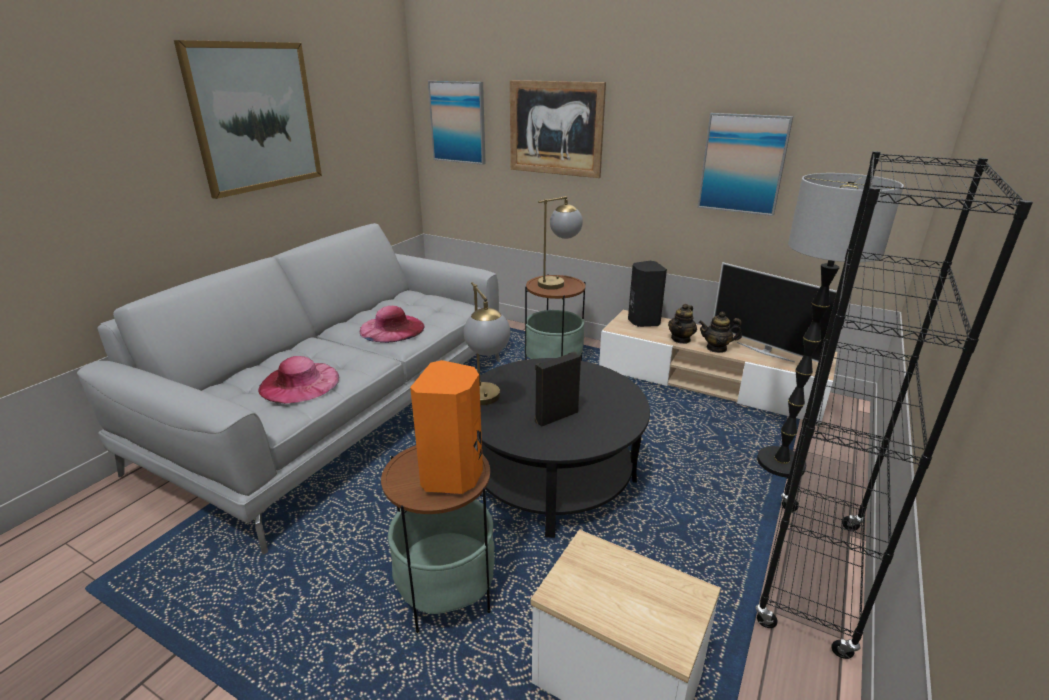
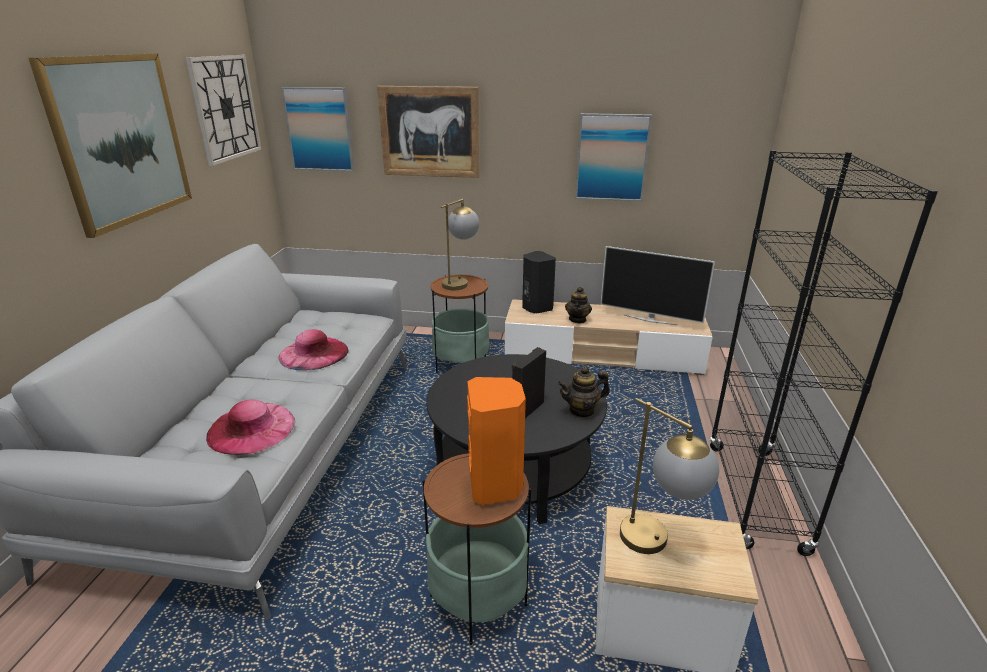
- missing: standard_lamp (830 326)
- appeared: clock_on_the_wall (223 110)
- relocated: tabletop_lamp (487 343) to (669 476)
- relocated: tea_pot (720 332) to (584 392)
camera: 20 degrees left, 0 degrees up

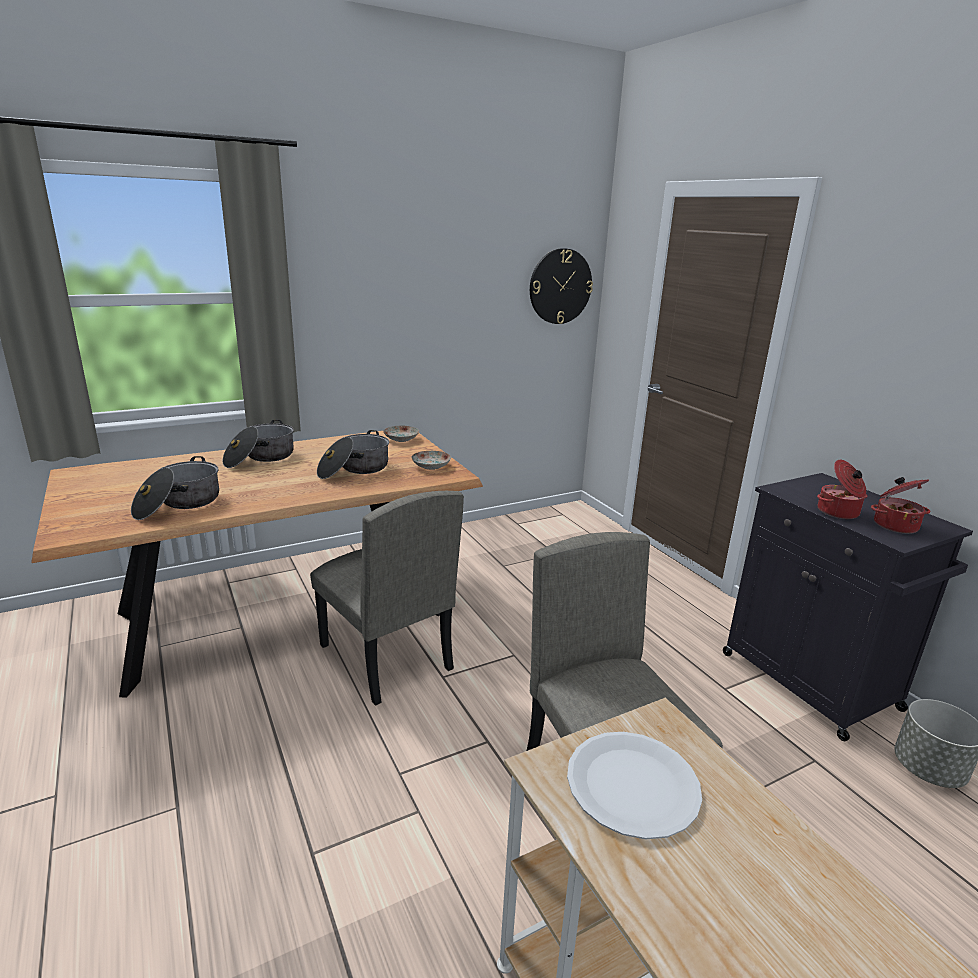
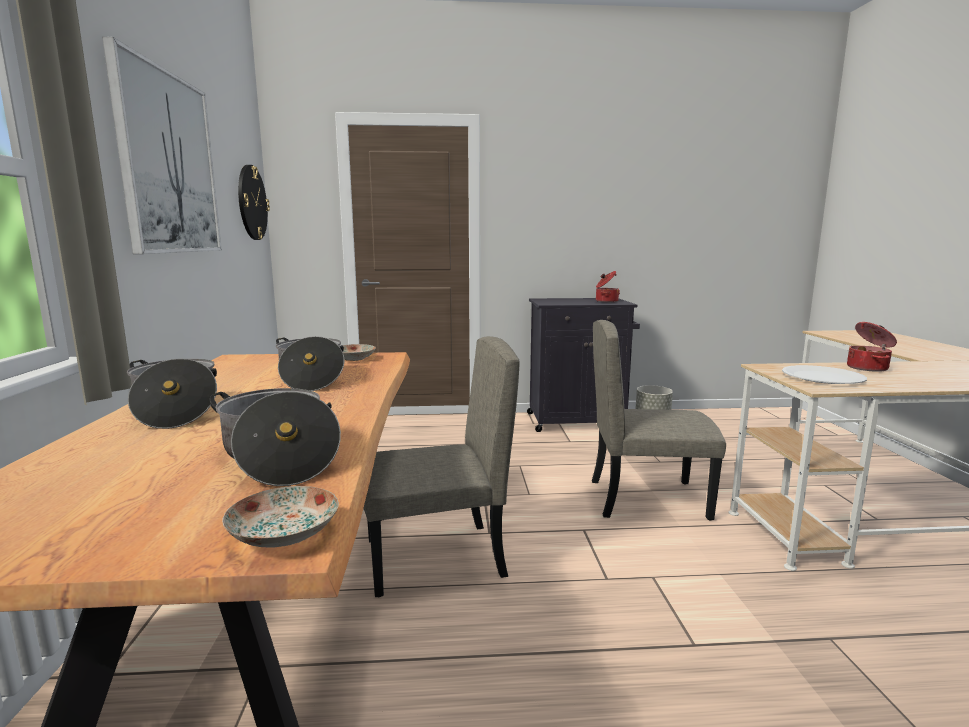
- appeared: wall_art (162 145)
- relocated: plate (401 434) to (280 517)
- relocated: saucepot (842 489) to (872 347)
camera: 65 degrees left, 10 degrees down

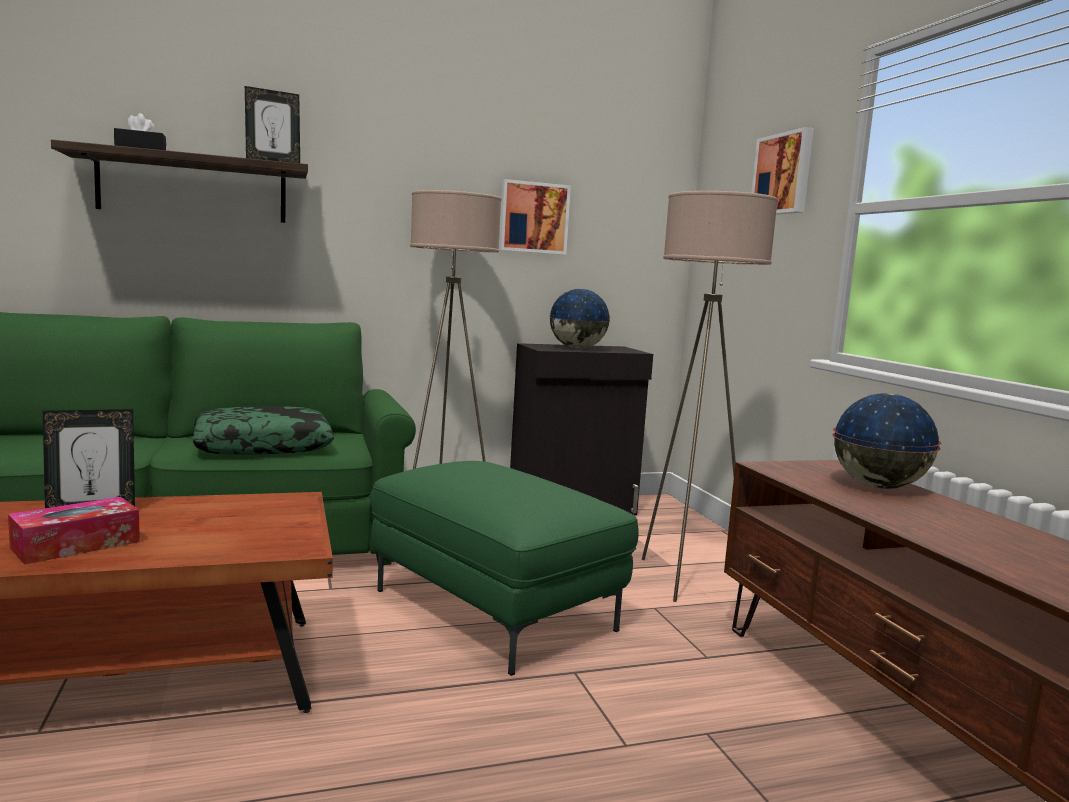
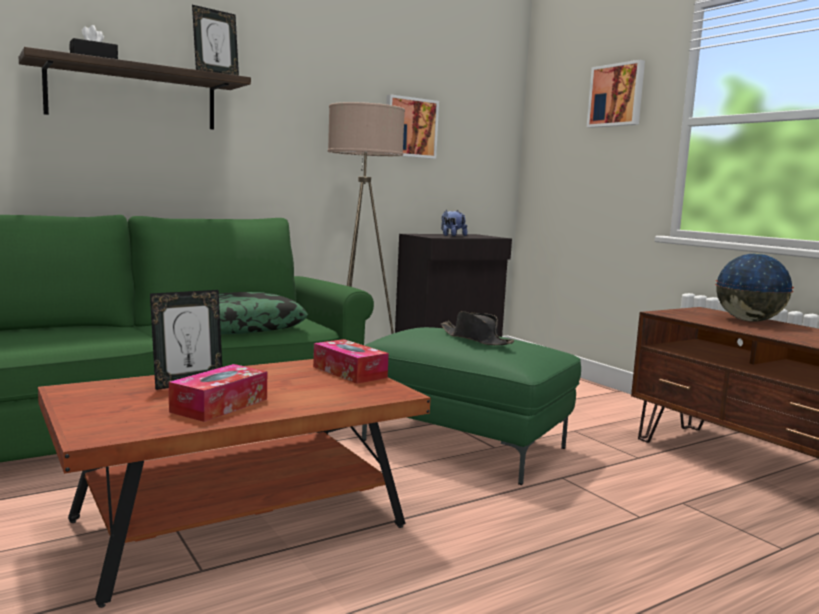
- missing: beige-coloured_standard_lamp (710 396)
- appeared: tissue_box (351 361)
- appeared: black-coloured_clothing_hat (477 328)
- exchanged: globe (580 319) to plush_toy (454 223)
camera: 15 degrees left, 0 degrees up

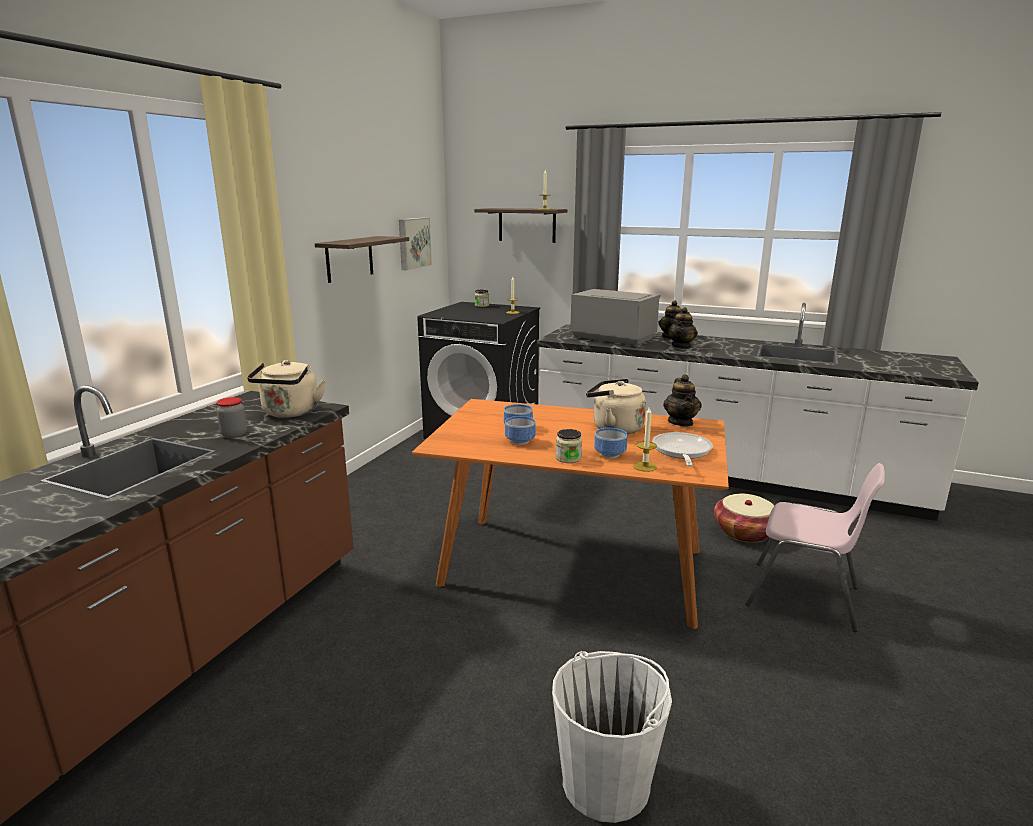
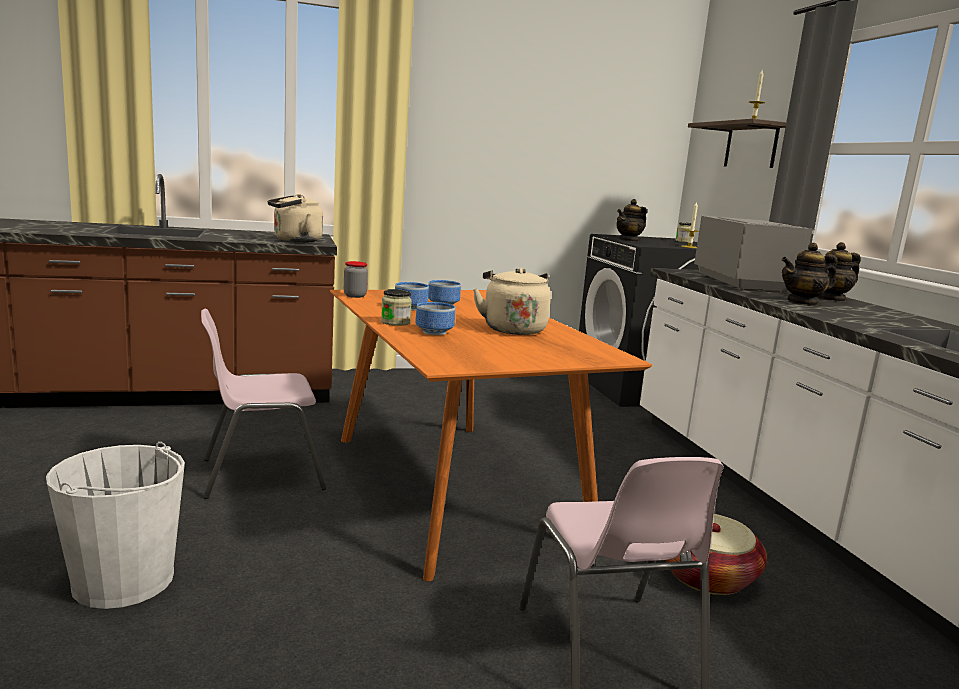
- missing: wall_shelf (362 259)
- missing: wall_art (415 244)
- missing: wax_candle (645 439)
- missing: frying_pan (682 449)
- appeared: pink_upright_chair (263 404)
- relocated: preserve_jar (231 417) to (356 279)
- relocated: tea_pot (682 400) to (631 220)
camera: 50 degrees right, 5 degrees down

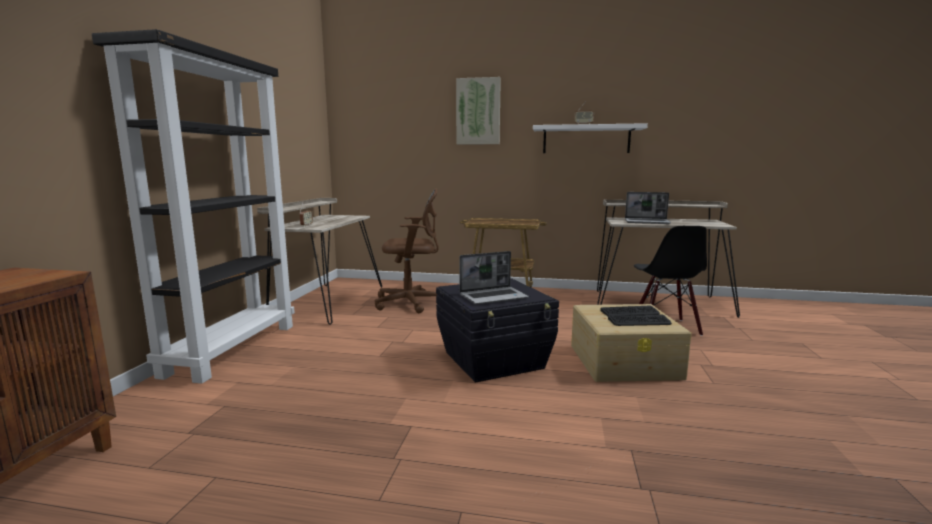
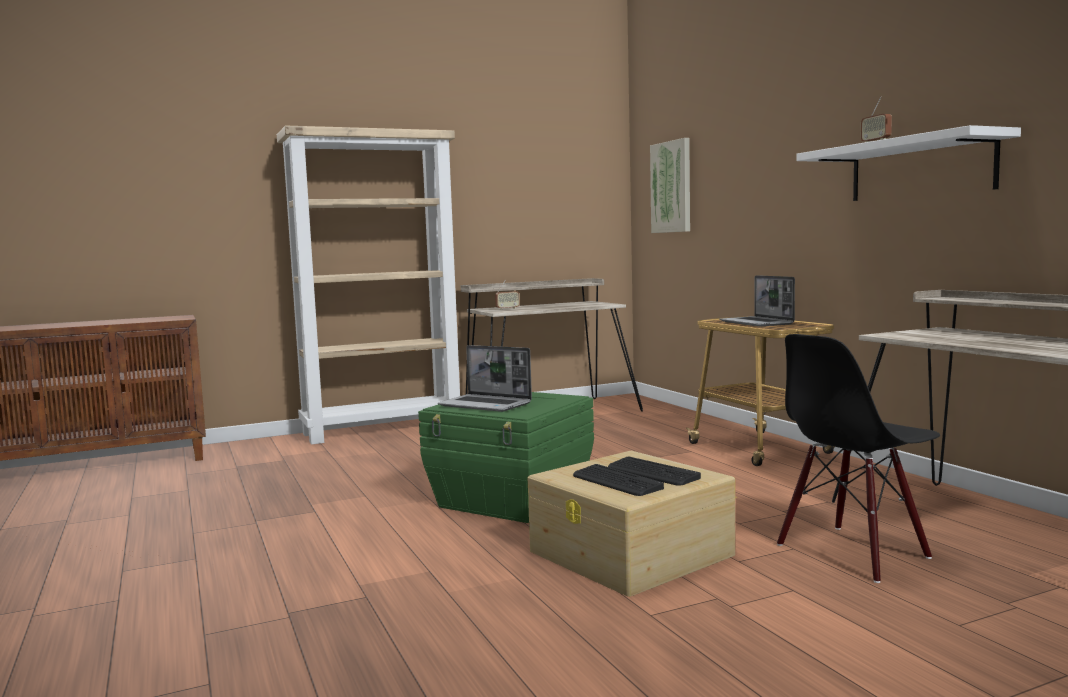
- missing: brown-coloured_office_chair (407 250)
- relocated: wall_art (478 111) to (670 185)
- relocated: portable_computer (648 208) to (757 300)
- colour: black-coloured_shelving_unit (193 206) to beige-coloured_shelving_unit (368 284)
- colour: black-coloured_storage_container (497 330) to green_storage_container (506 457)
camera: 55 degrees right, 5 degrees down

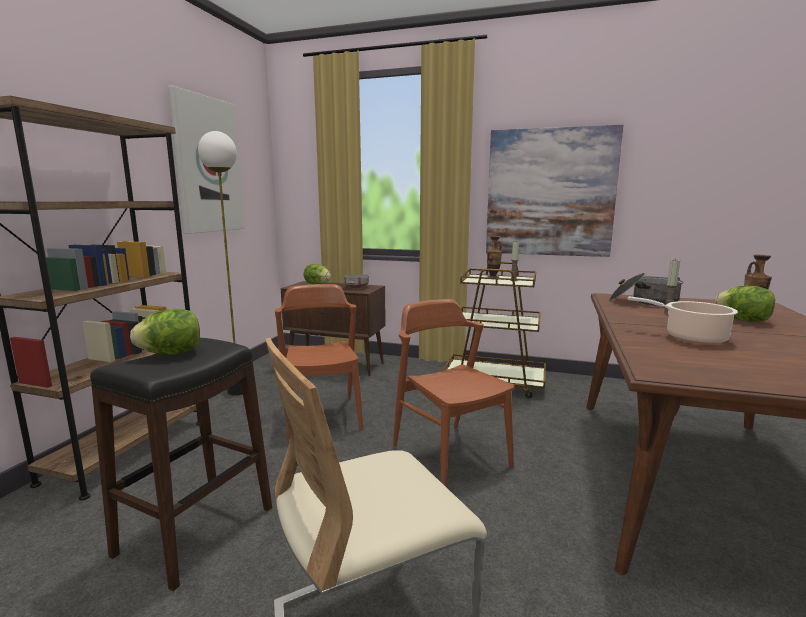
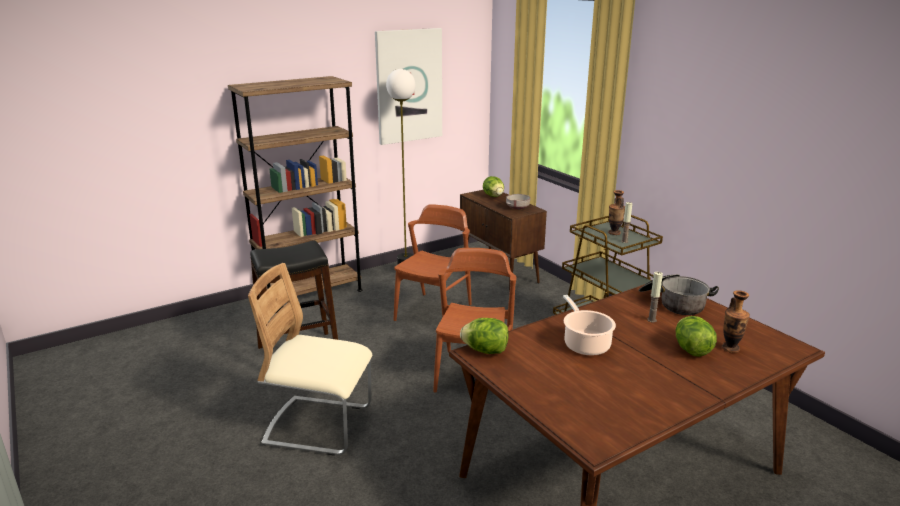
- missing: wall_art (554 190)
- relocated: lettuce_head (165 332) to (484 336)
camera: 40 degrees right, 10 degrees up

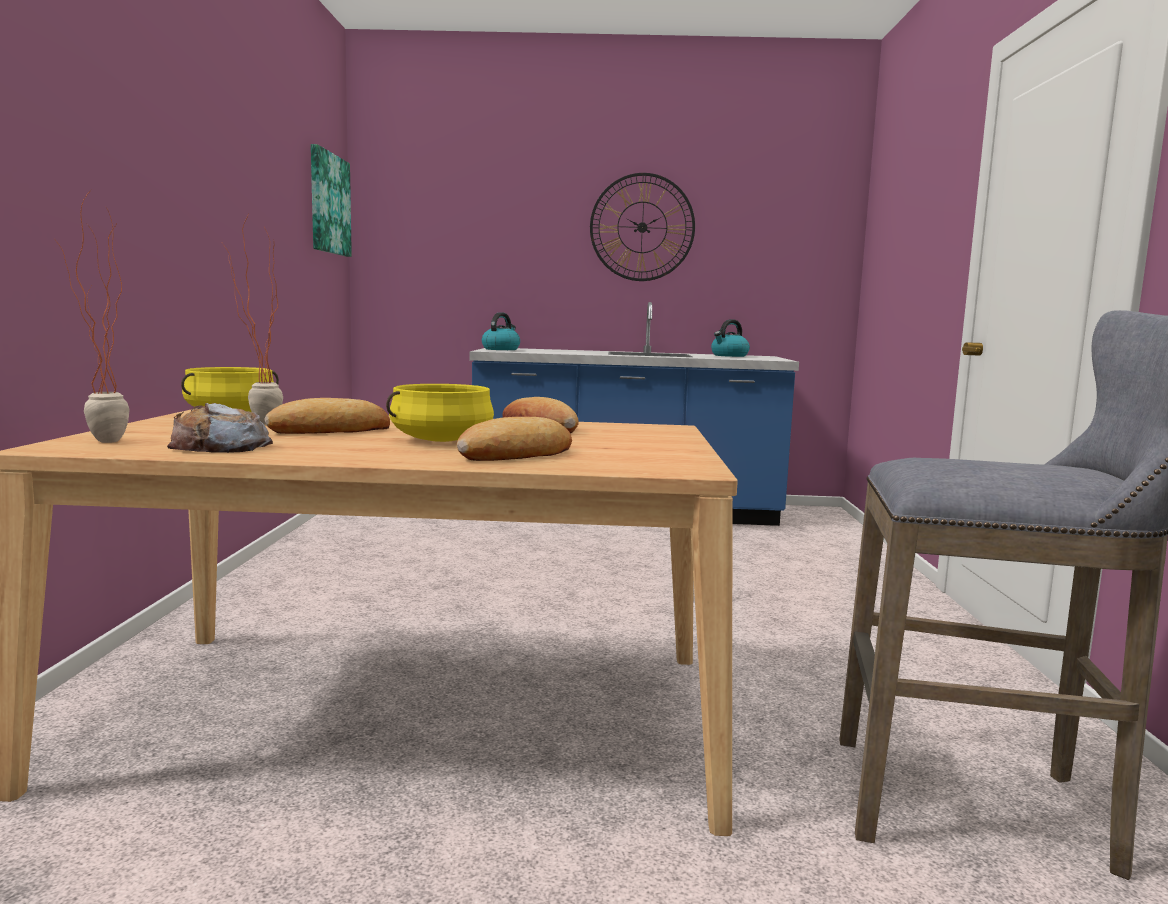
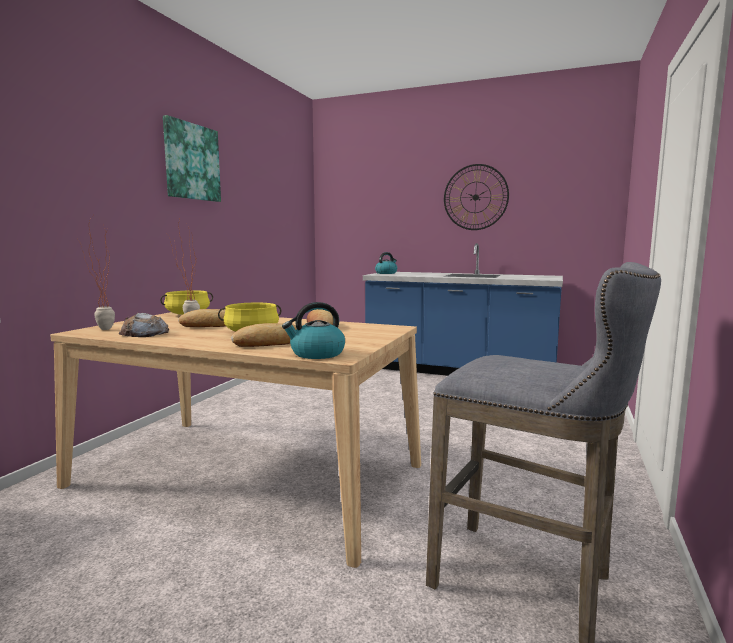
- relocated: wall_art (331 200) to (192 158)
- relocated: kettle (730 338) to (313 330)
camera: 20 degrees right, 0 degrees up

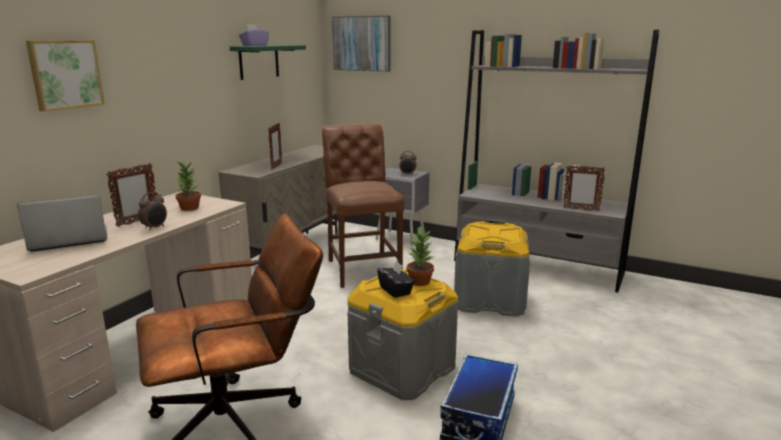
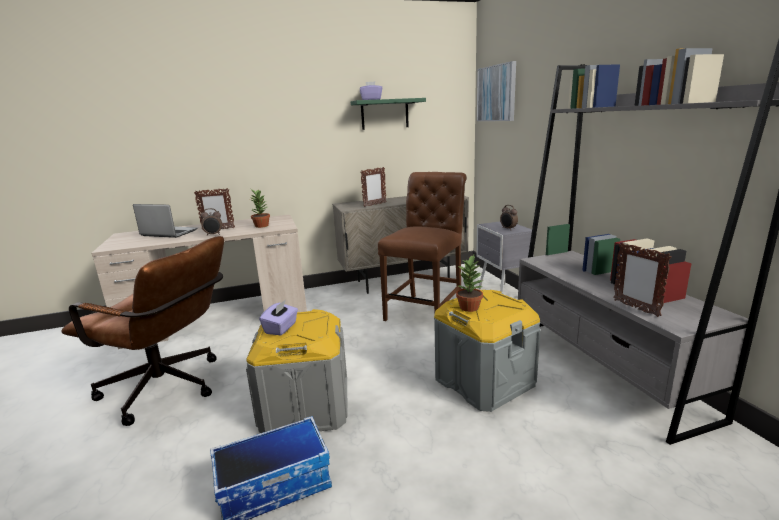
- missing: wall_art (65 76)
- relocated: houseplant (421 256) to (470 283)
- colour: black-coloured_tissue_box (396 279) to purplish_tissue_box (278 317)
camera: 45 degrees right, 0 degrees up

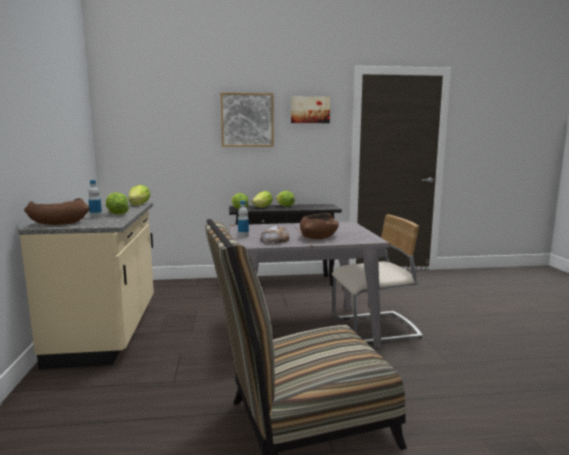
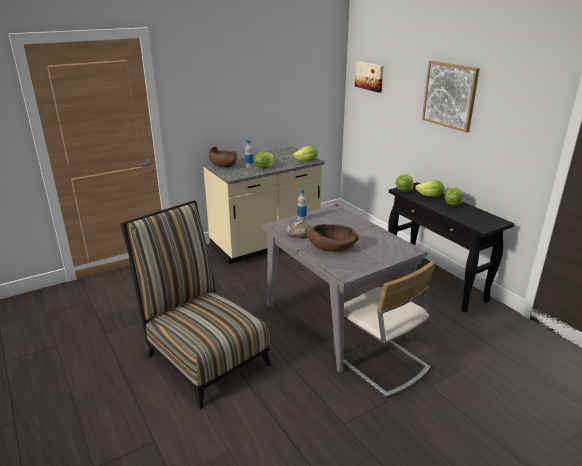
- relocated: wall_art (310 110) to (369 77)
camera: 65 degrees right, 15 degrees up

